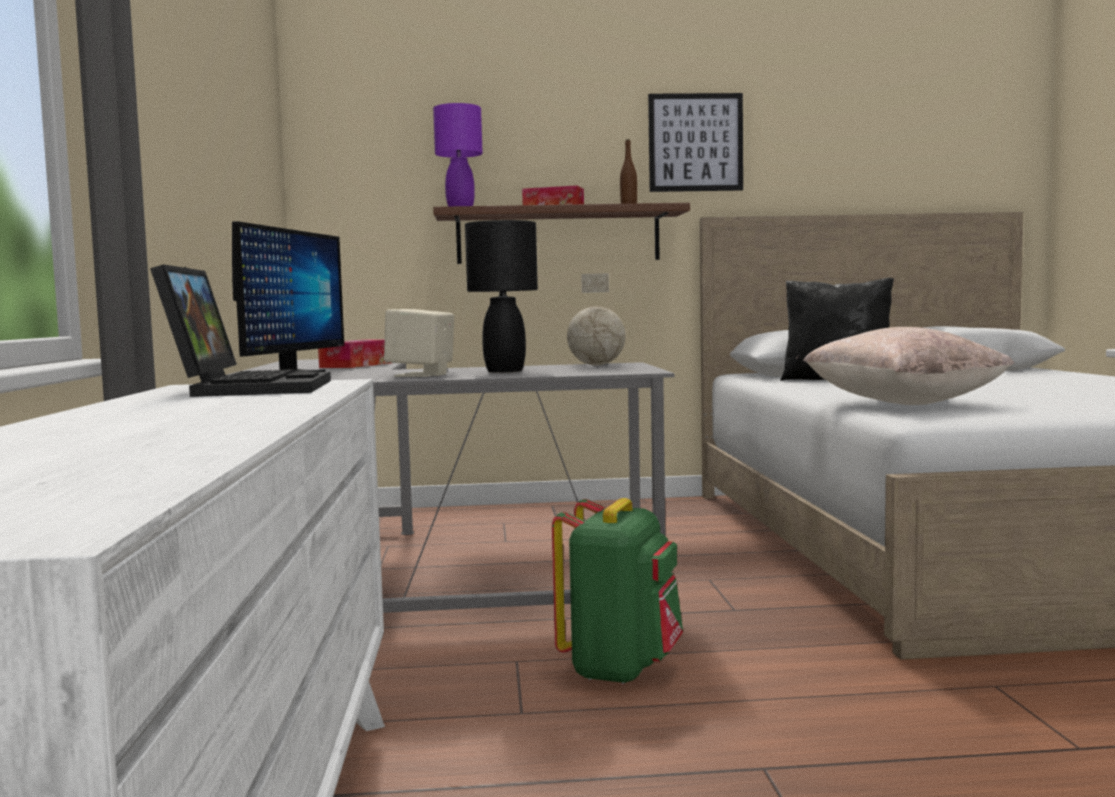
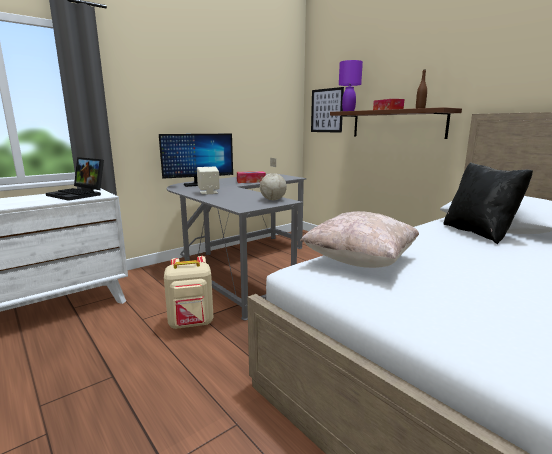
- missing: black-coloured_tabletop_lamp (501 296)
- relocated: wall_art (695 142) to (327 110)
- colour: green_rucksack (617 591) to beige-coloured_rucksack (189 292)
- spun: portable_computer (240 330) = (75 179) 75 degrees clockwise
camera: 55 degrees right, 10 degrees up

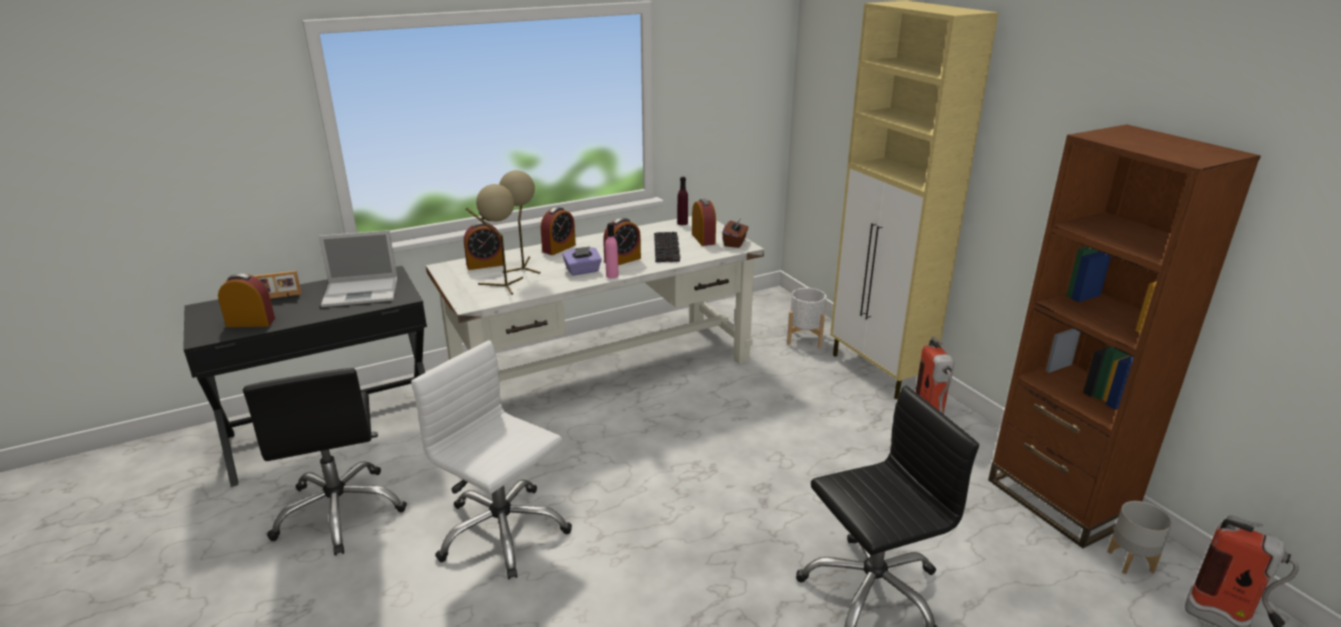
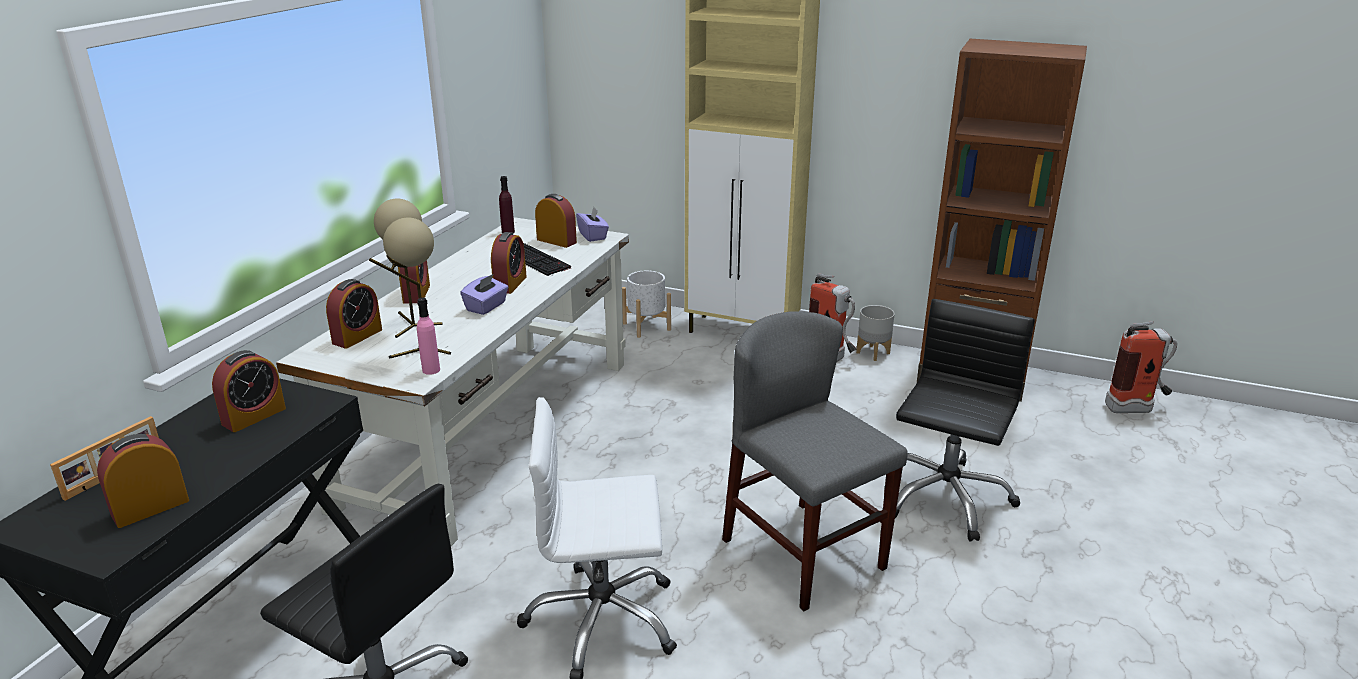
- appeared: grey_upright_chair (815 461)
- relocated: pink_bottle (612 251) to (428 336)
- relocated: grey_planter (1139 537) to (875 333)
- exchanged: portable_computer (357 268) to alarm_clock (249 391)
- colour: brown-coloured_tissue_box (735 233) to purplish_tissue_box (592 224)
camera: 40 degrees left, 0 degrees up

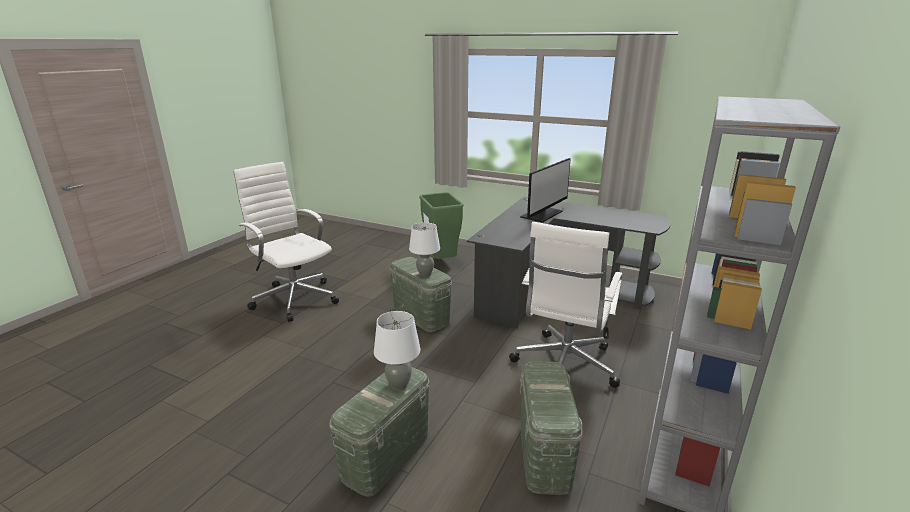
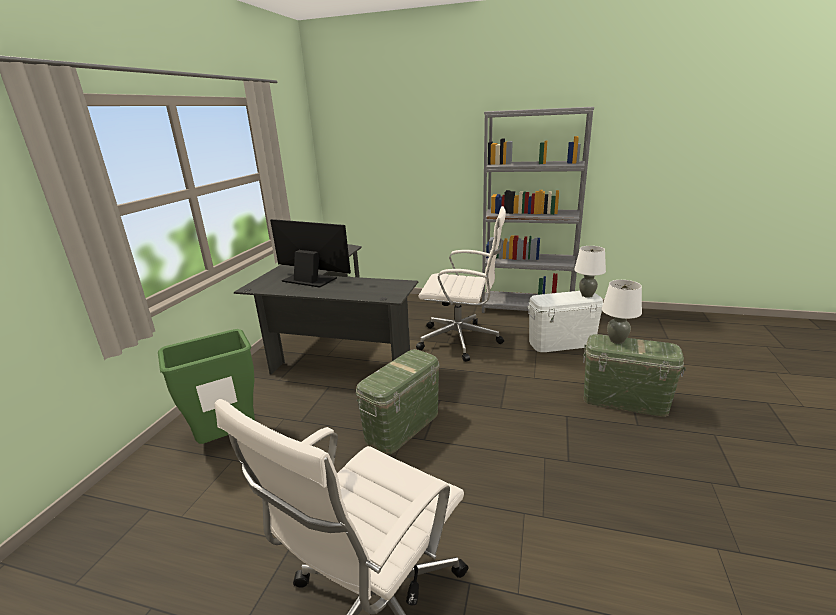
- relocated: whitish_tabletop_lamp (424 249) to (590 272)
- colour: green_storage_container (551 428) to whitish_storage_container (565 321)
camera: 100 degrees left, 0 degrees up

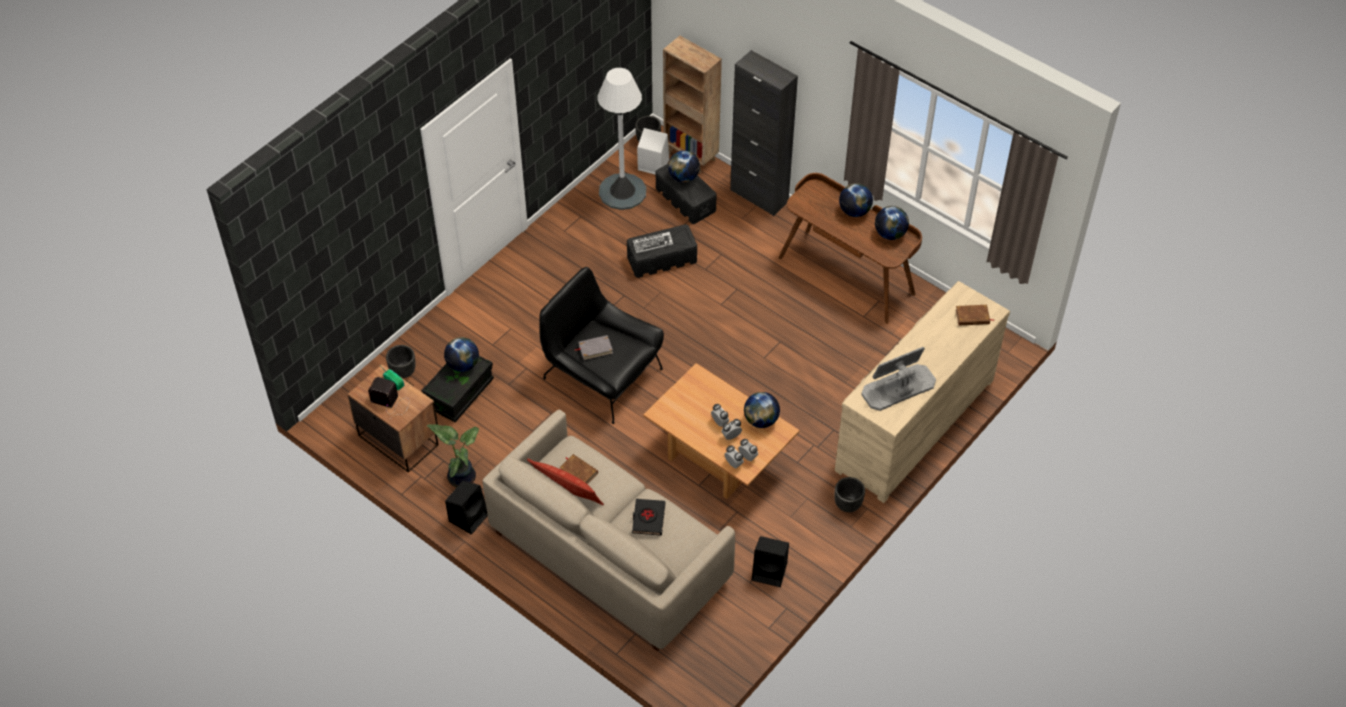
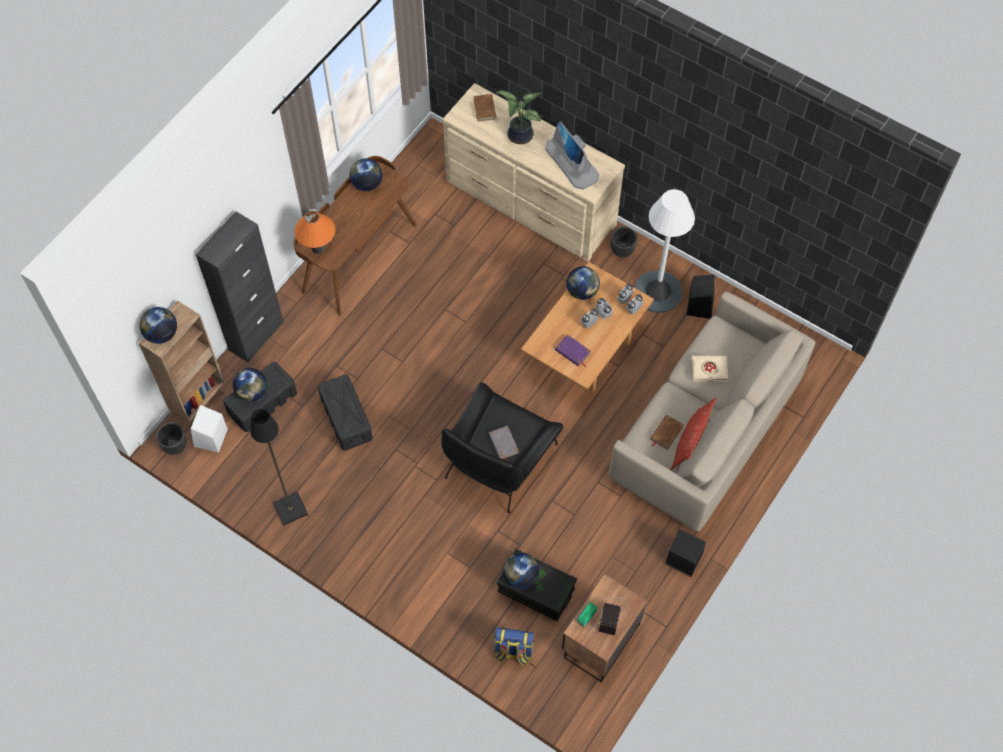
- missing: PC_keyboard (653 242)
- appeared: black-coloured_standard_lamp (279 467)
- appeared: orangey_tabletop_lamp (315 232)
- appeared: purplish_book (572 351)
- relocated: houseplant (453 455) to (518 117)
- relocated: whitish_standard_lamp (622 139) to (665 251)
- relocated: globe (856 200) to (158 325)
- exchanged: black-coloured_planter (401 361) to rucksack (514 646)
- colour: black-coloured_book (649 517) to beige-coloured_book (710 368)
camera: 95 degrees left, 10 degrees up

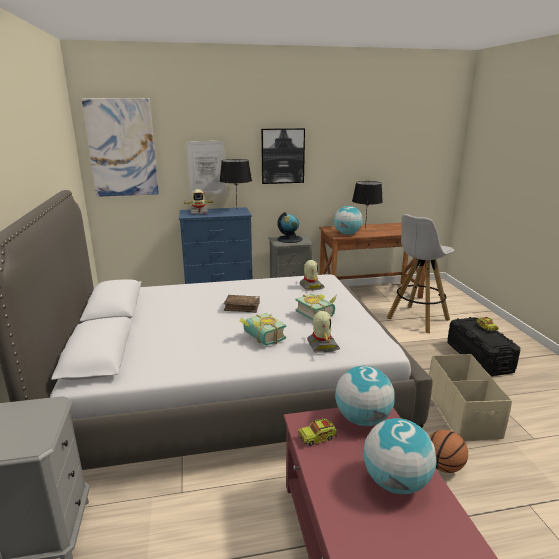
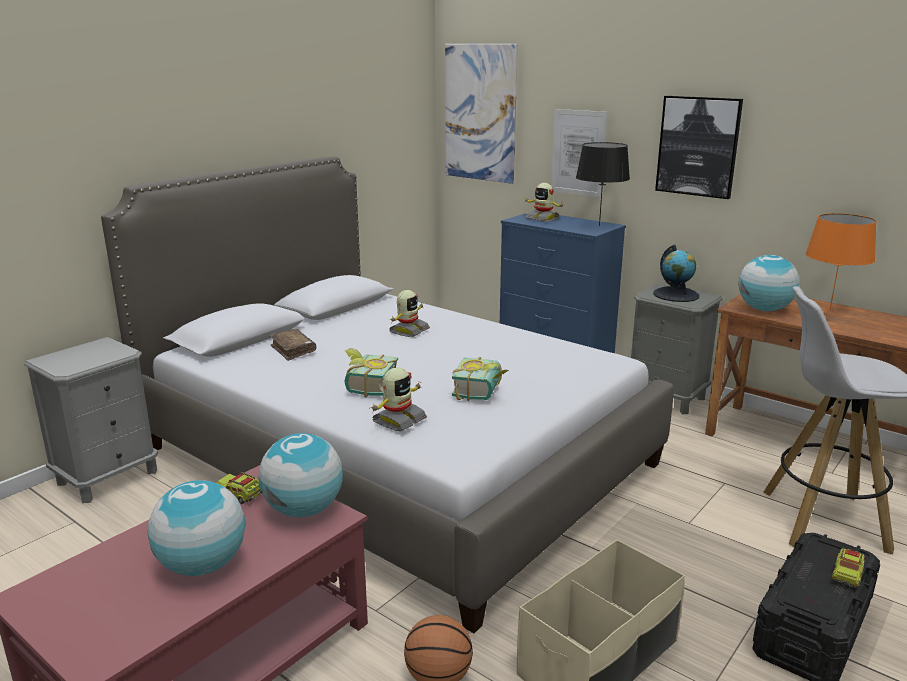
- relocated: brown-coloured_book (242 304) to (292 345)
- relocated: toy_robot (312 275) to (409 313)
- colour: black-coloured_tabletop_lamp (367 204) to orangey_tabletop_lamp (841 262)
camera: 50 degrees right, 0 degrees up

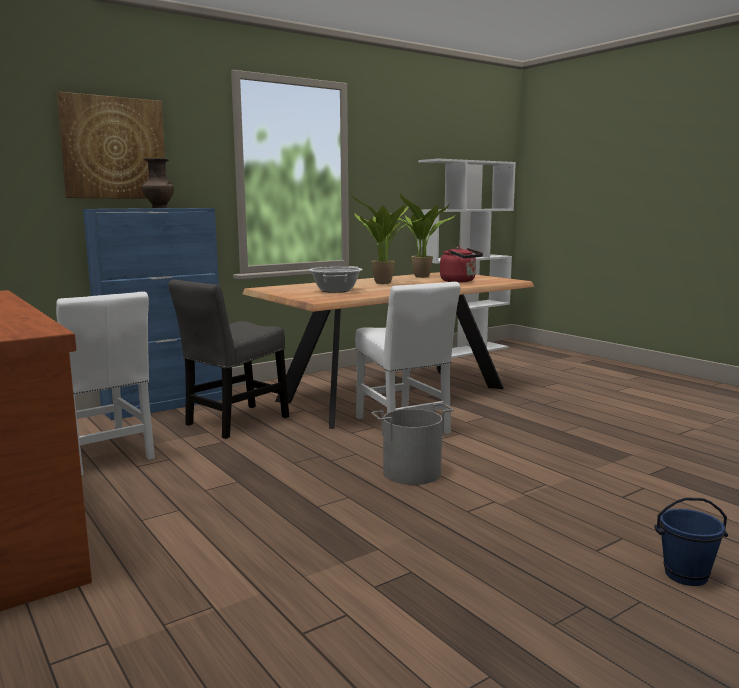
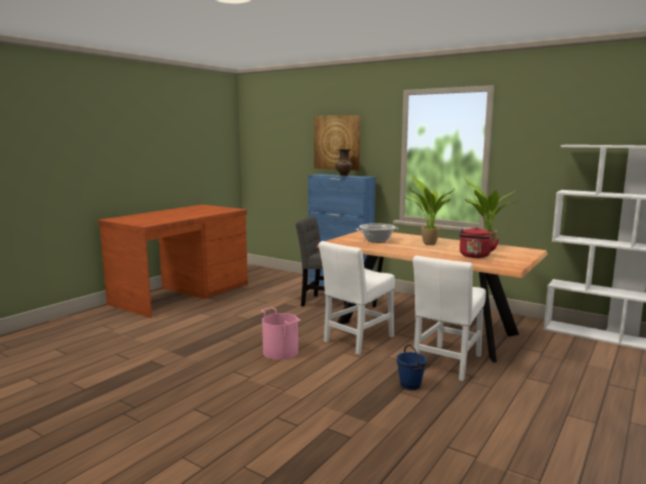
- relocated: whitish_upright_chair (105 384) to (449 318)
- relocated: blue_bucket (691 541) to (412 367)
- colour: grey_bucket (412 444) to pink_bucket (281 333)
camera: 70 degrees right, 0 degrees up

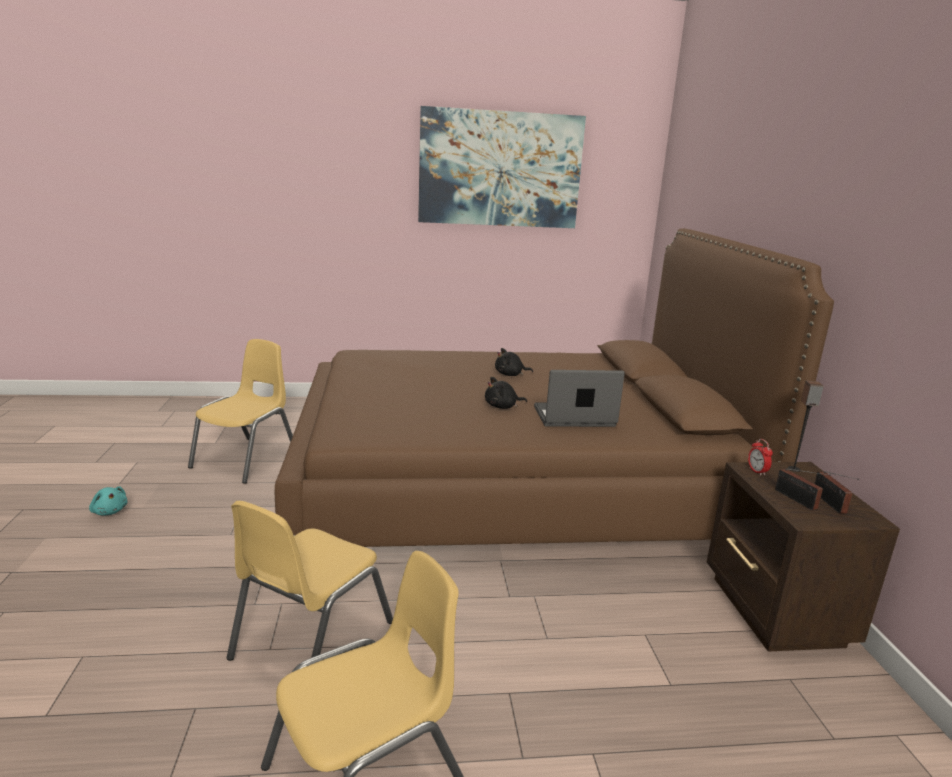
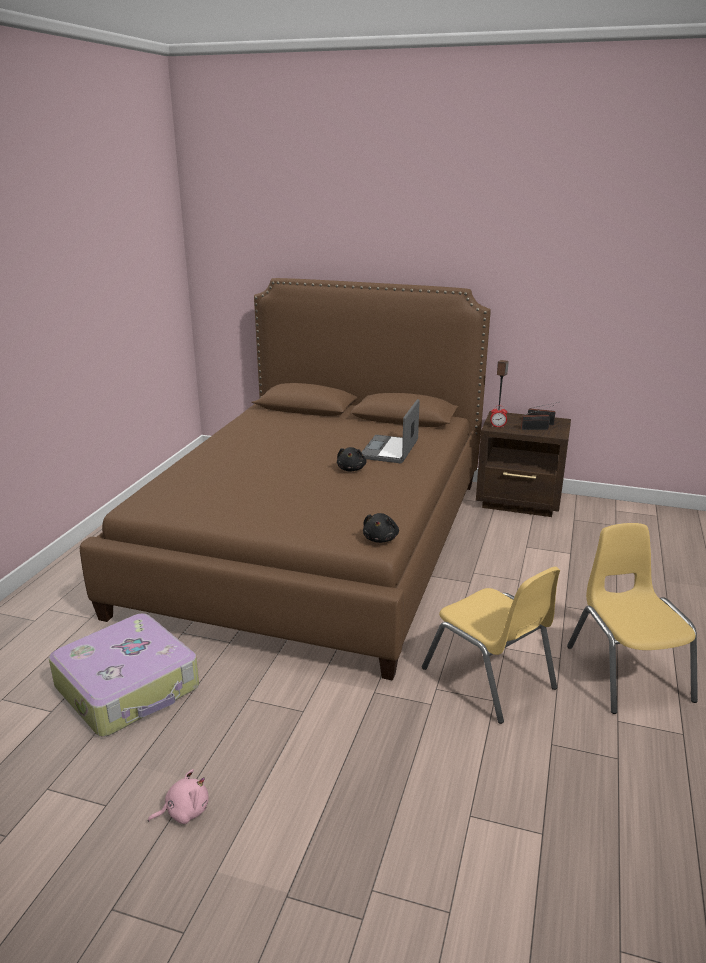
- missing: wall_art (502 167)
- relocated: black-coloured_plush_toy (514 362) to (381 528)
- exchanged: yellow-coloured_upright_chair (240 411) to suitcase (124 675)
- colour: turquoise-coloured_plush_toy (108 501) to pink_plush_toy (178 796)
camera: 65 degrees left, 5 degrees up

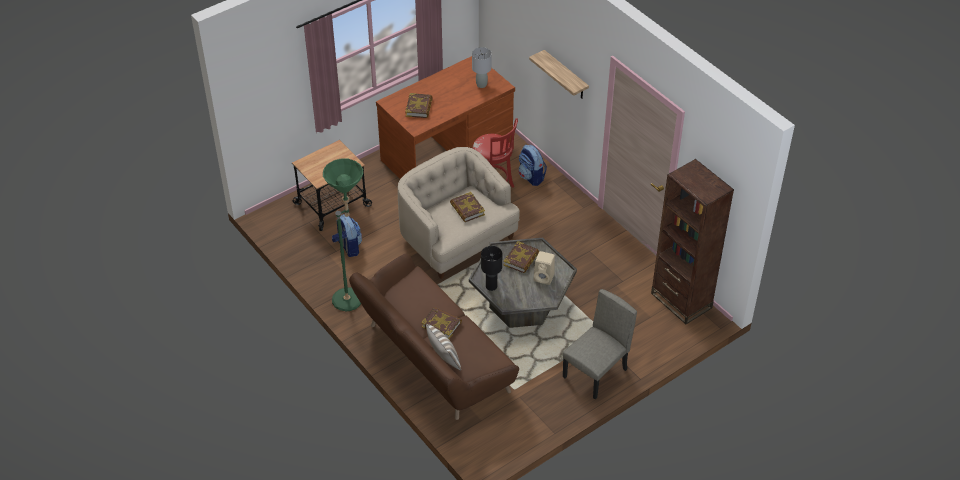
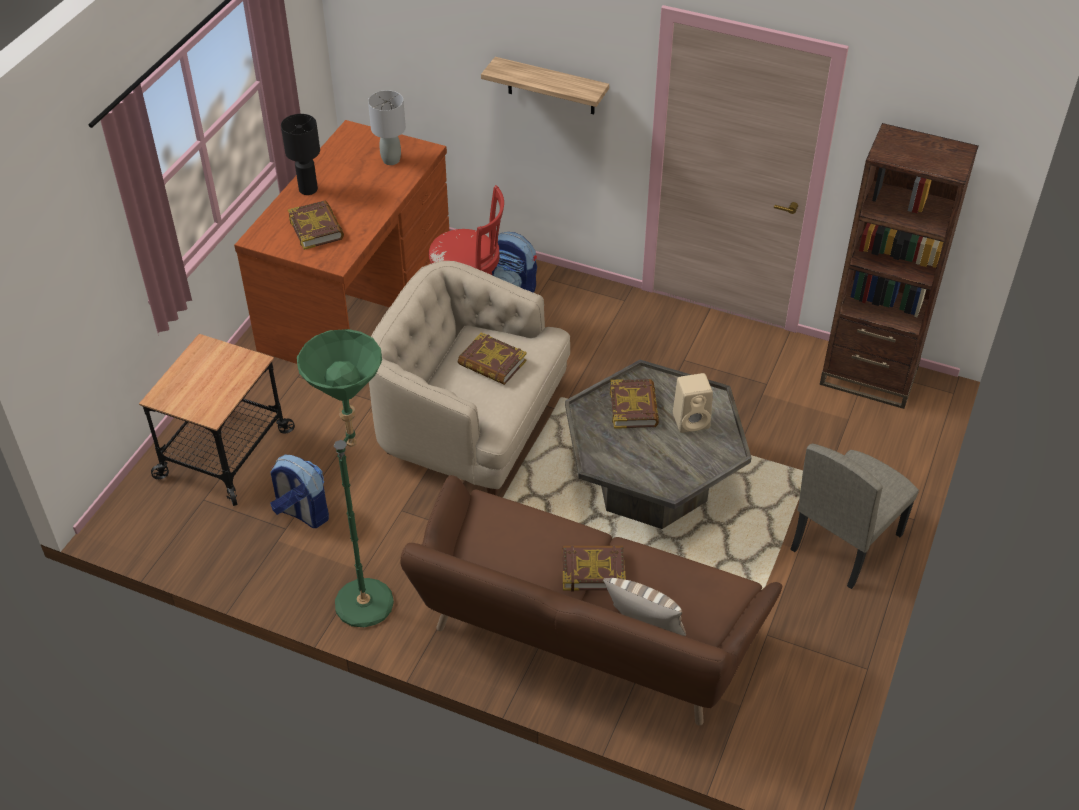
- relocated: black-coloured_tabletop_lamp (491 268) to (300 154)
- spun: beige-coloured_upright_chair (600 344) = (854 516) 150 degrees counterclockwise
camera: 30 degrees left, 0 degrees up

